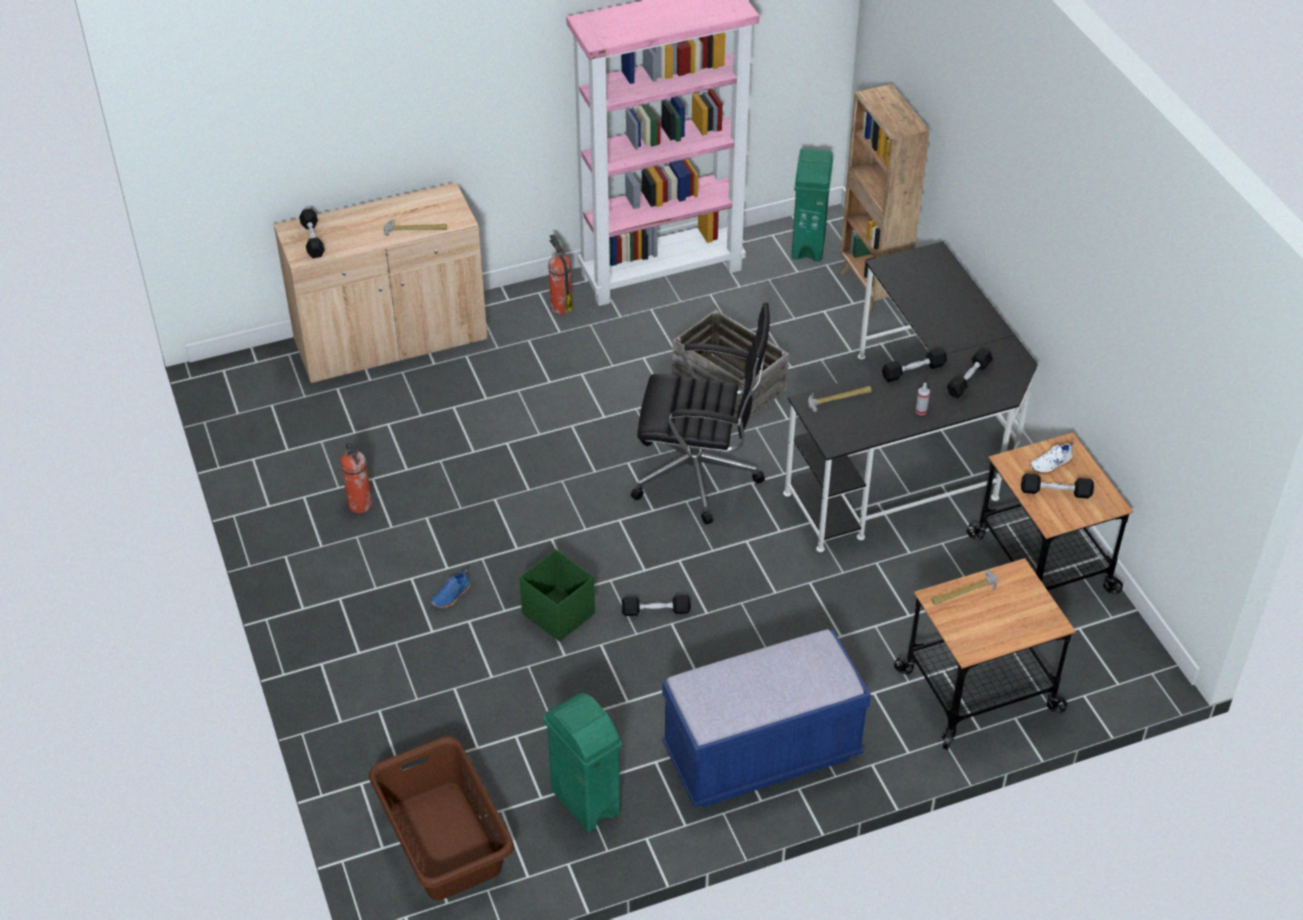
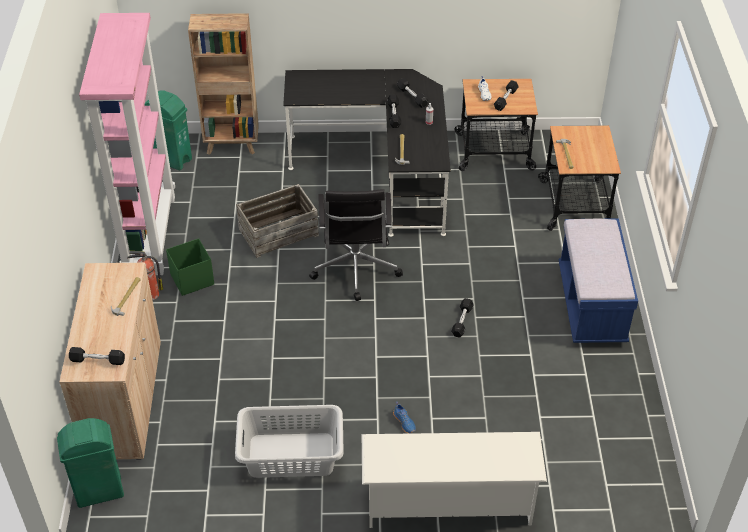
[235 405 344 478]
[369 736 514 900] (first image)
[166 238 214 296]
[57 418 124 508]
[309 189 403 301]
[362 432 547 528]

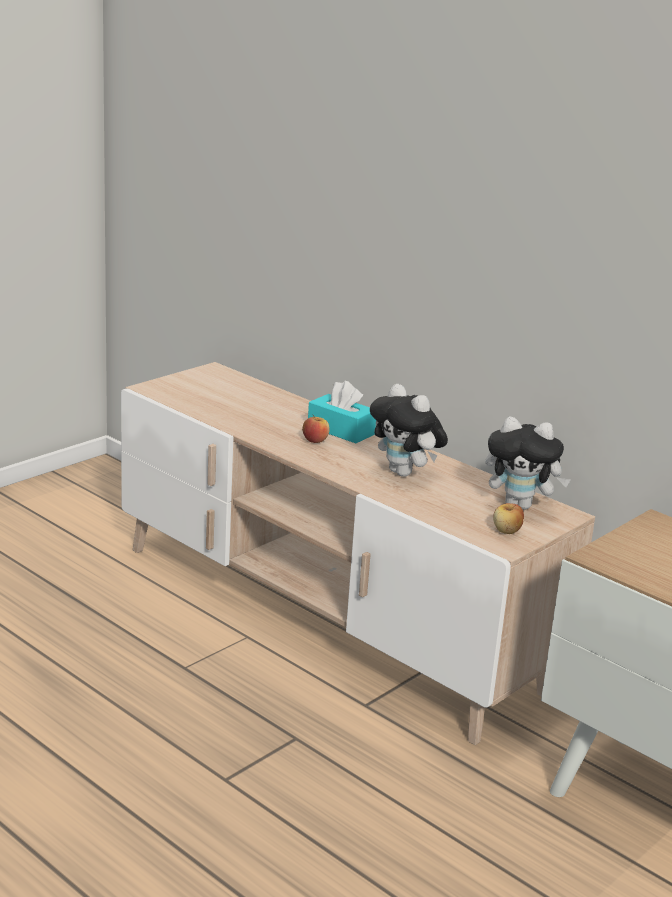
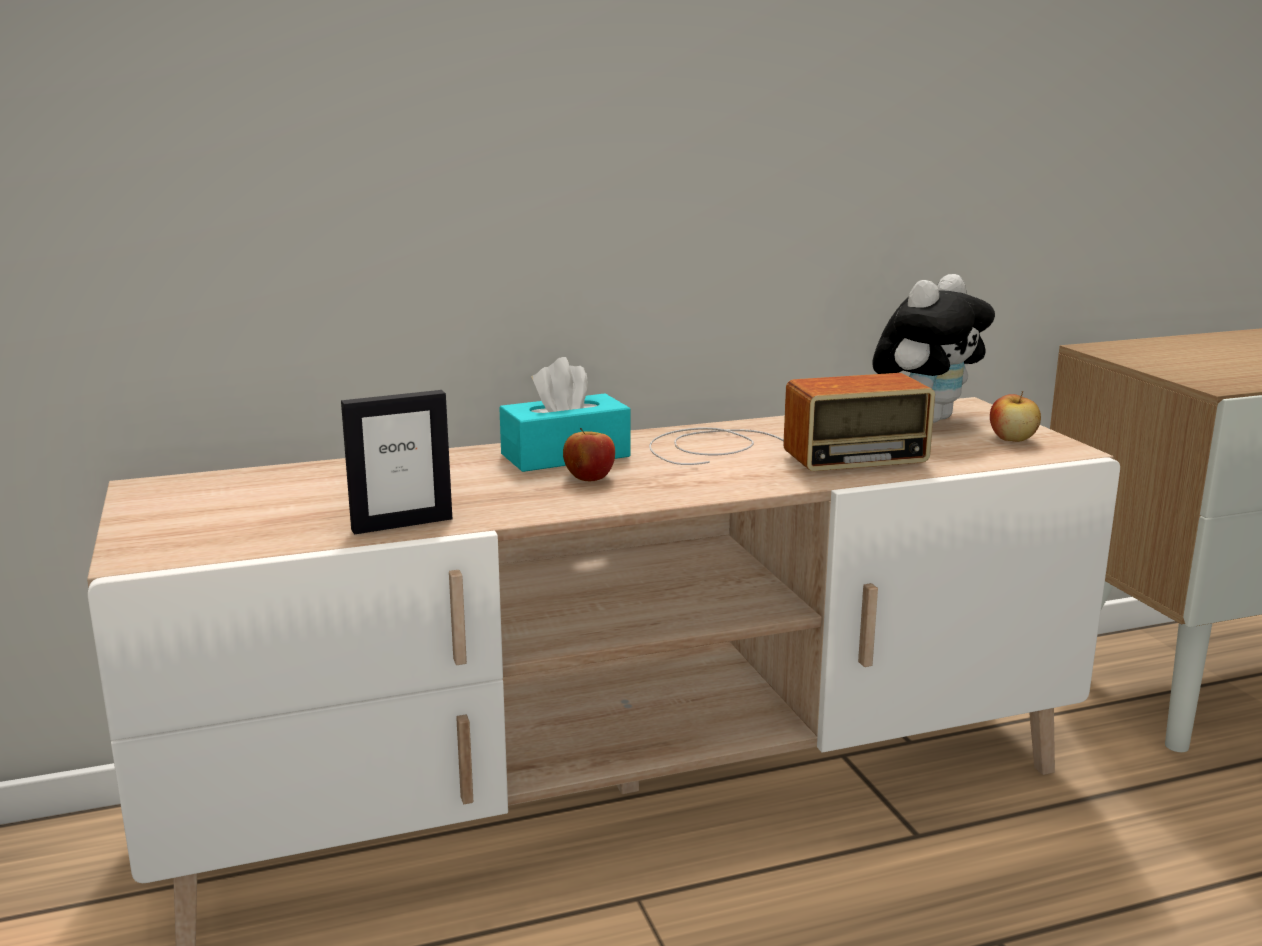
[649 373 935 471]
[341 390 452 535]

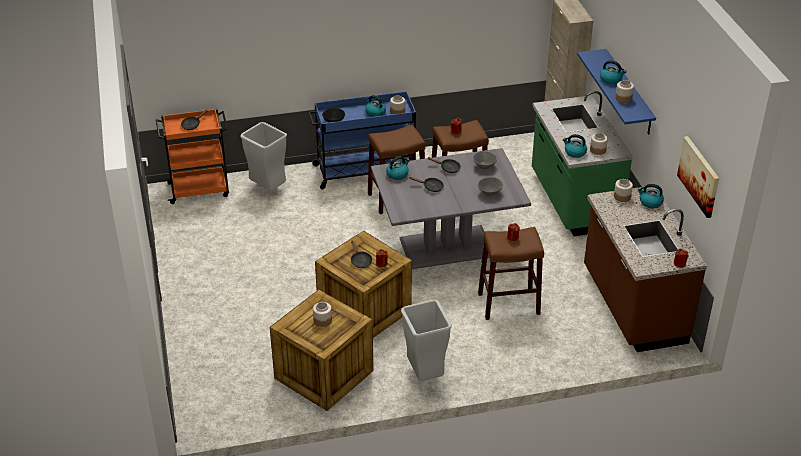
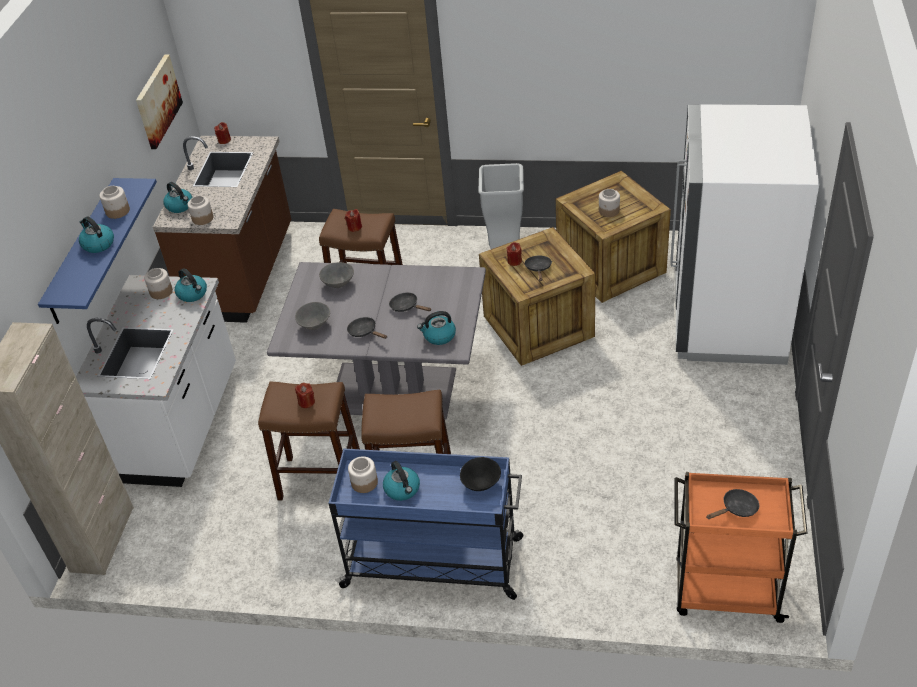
[240 122 287 190] (first image)
[76 275 236 487]
[670 104 819 365]

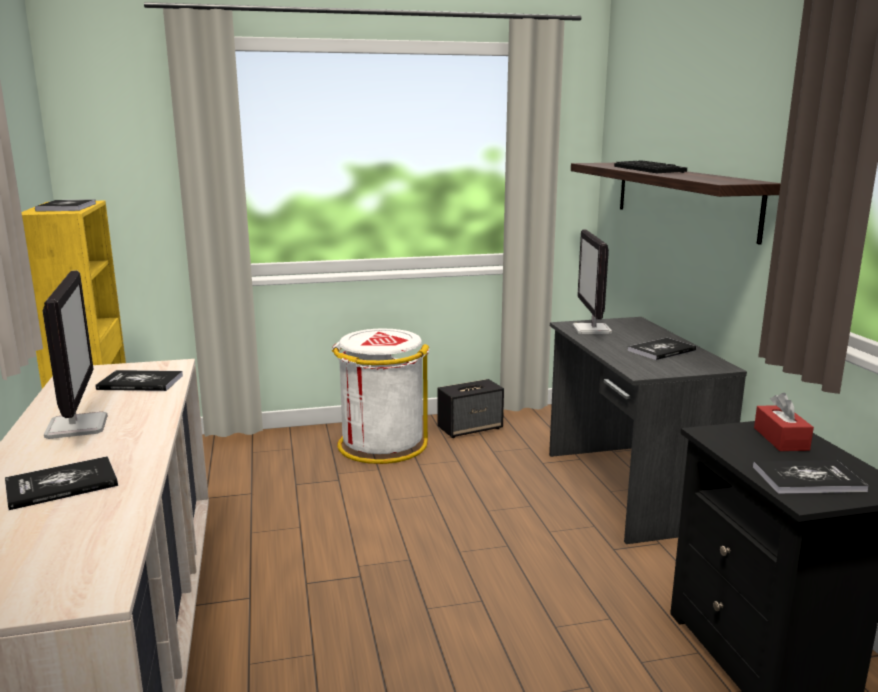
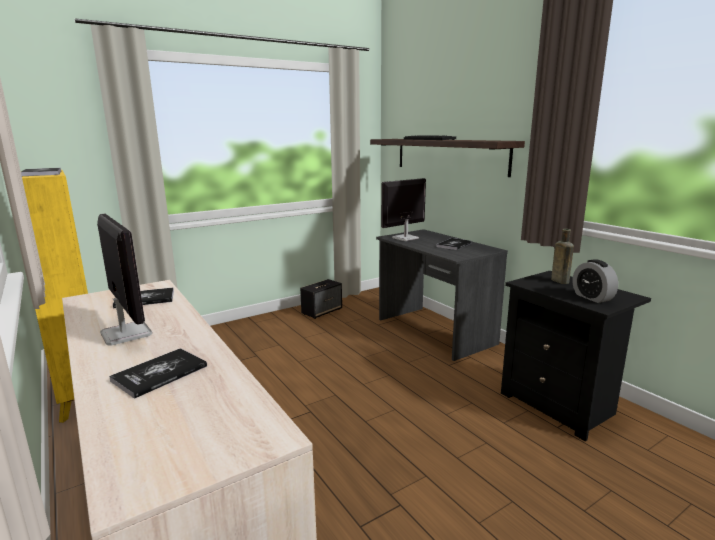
[332 329 429 464] (first image)
[381 178 426 241]
[573 259 618 303]
[551 229 574 284]

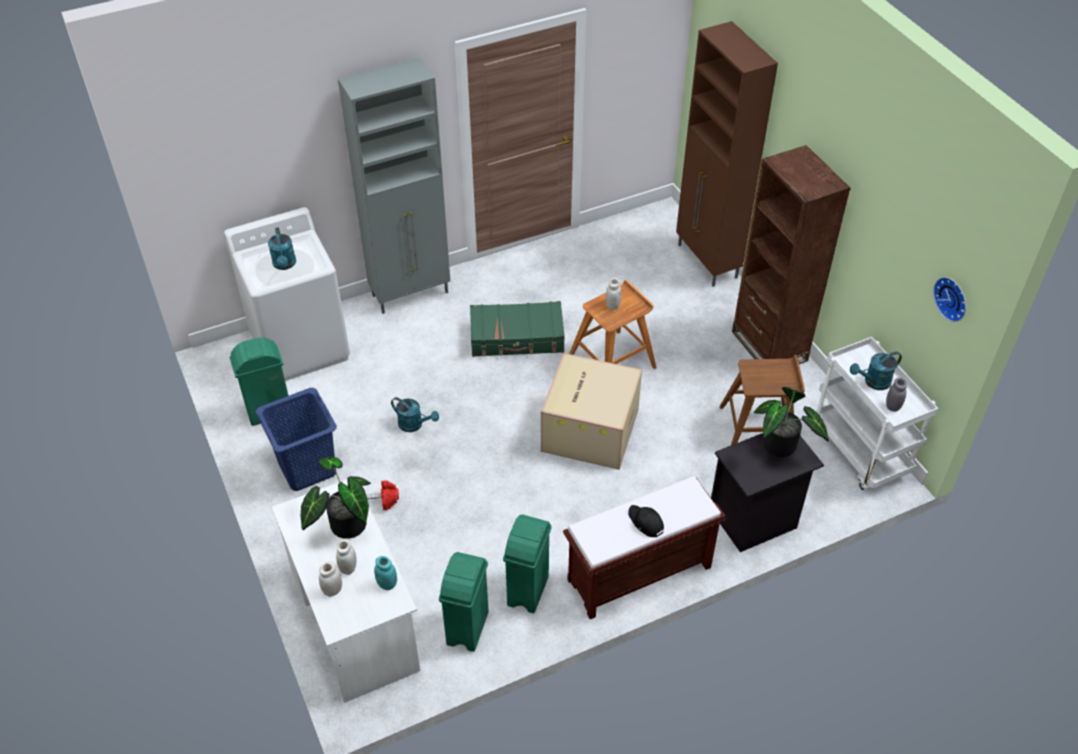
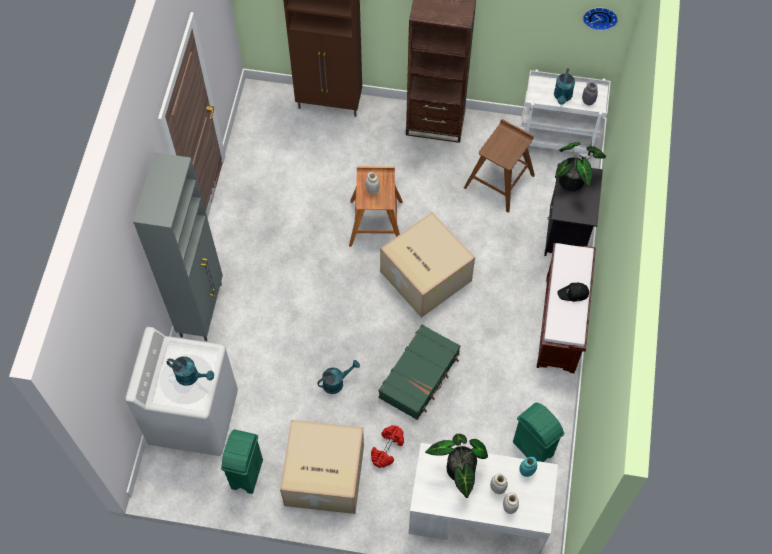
[280 420 364 514]
[379 324 460 420]
[503 515 551 613] (first image)

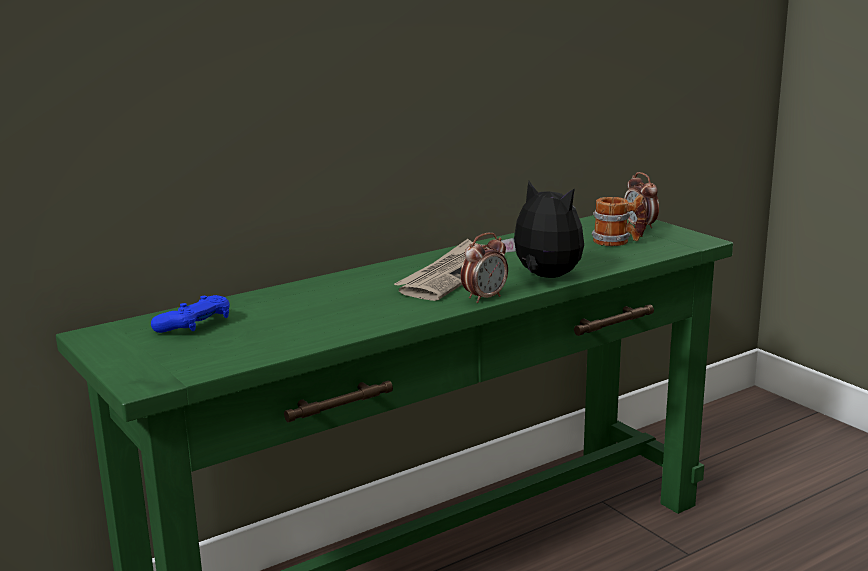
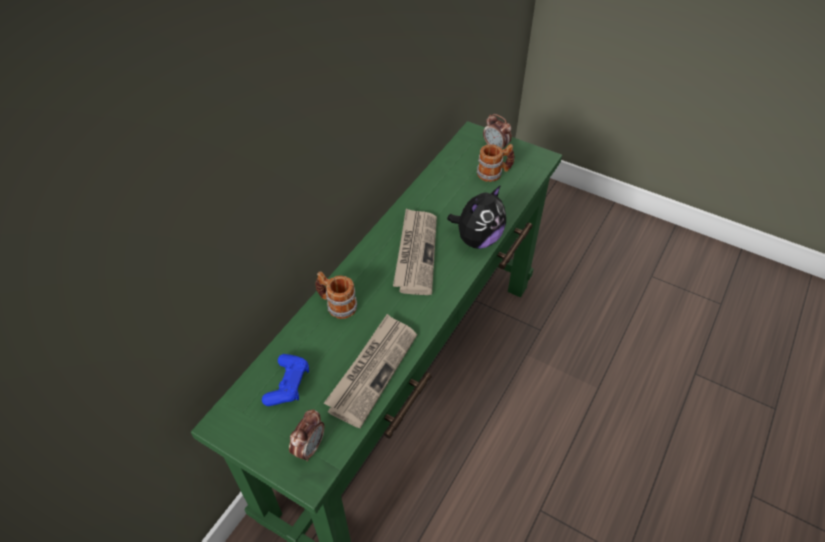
[289 409 324 462]
[447 185 506 249]
[315 271 357 319]
[324 314 417 428]

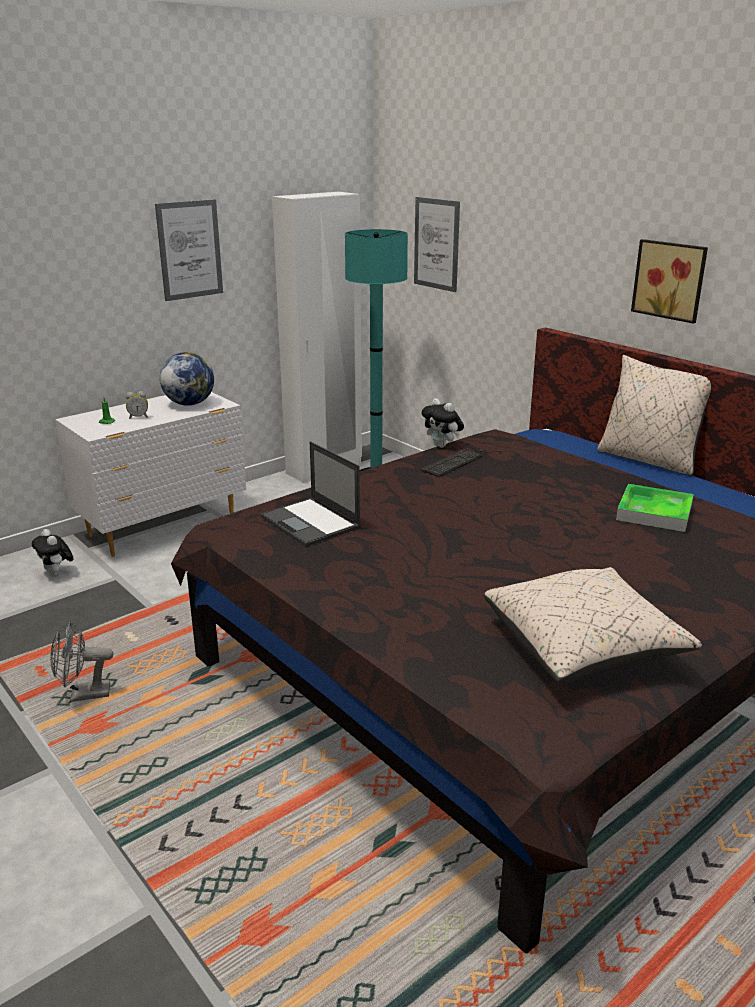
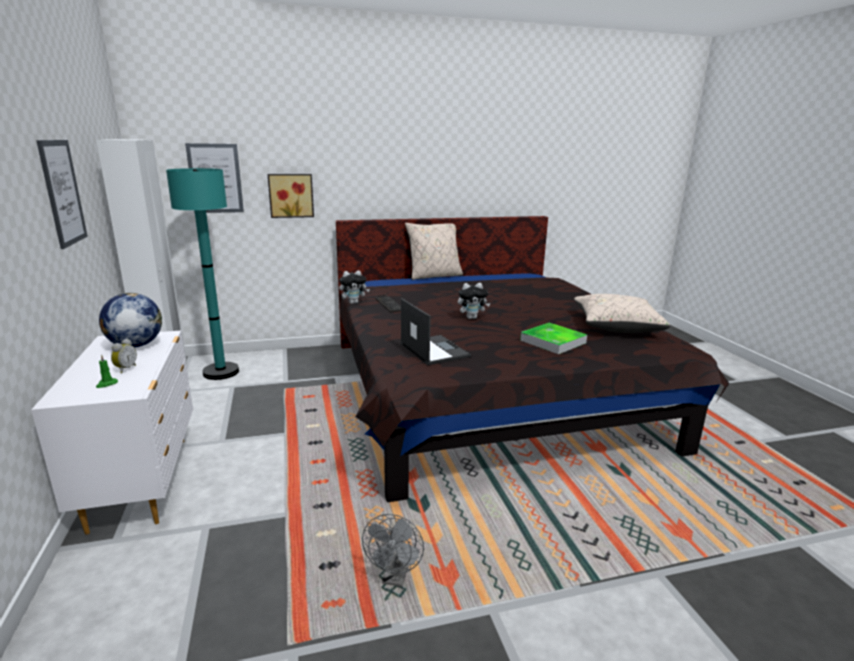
[458 283 490 319]
[400 298 471 366]
[520 323 587 354]
[268 174 314 218]

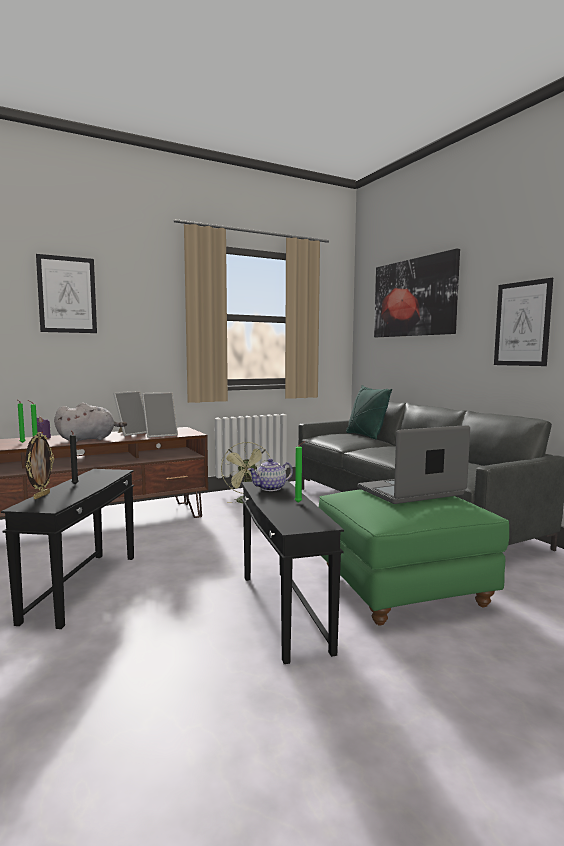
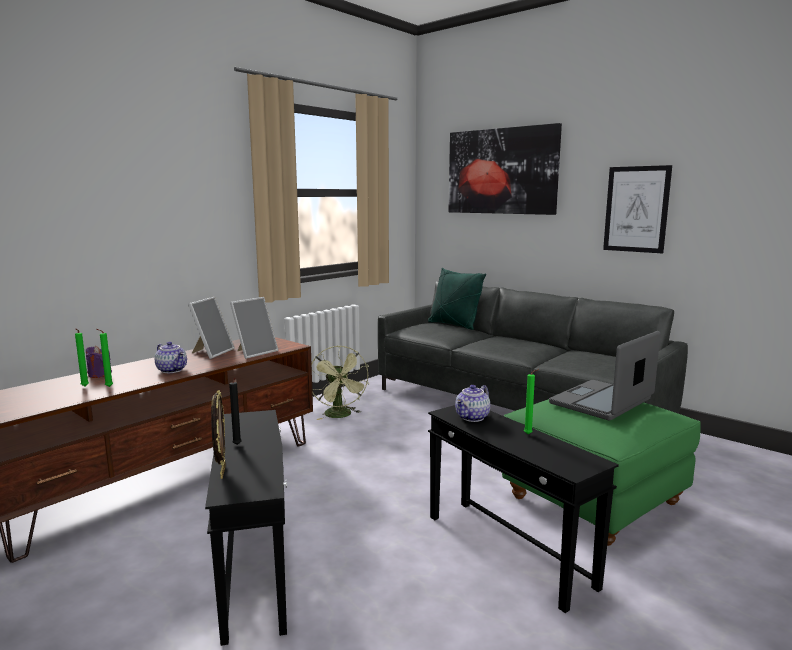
[36 254 97 333] (first image)
[154 342 187 373]

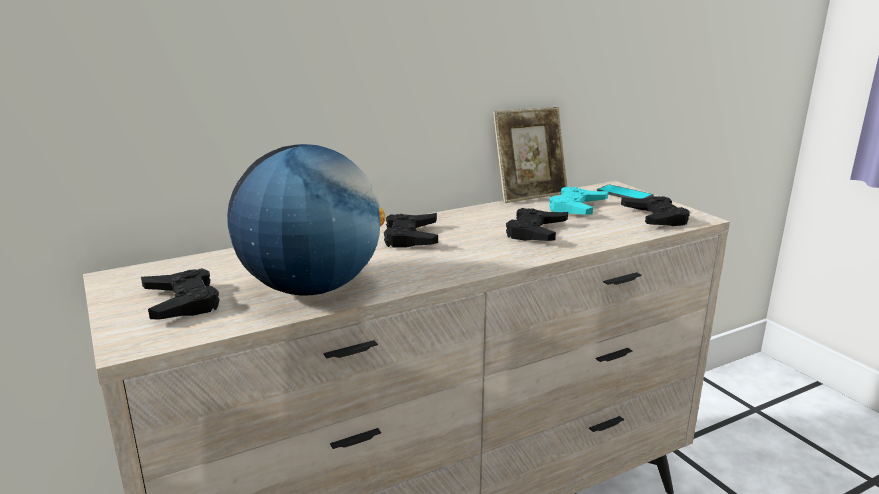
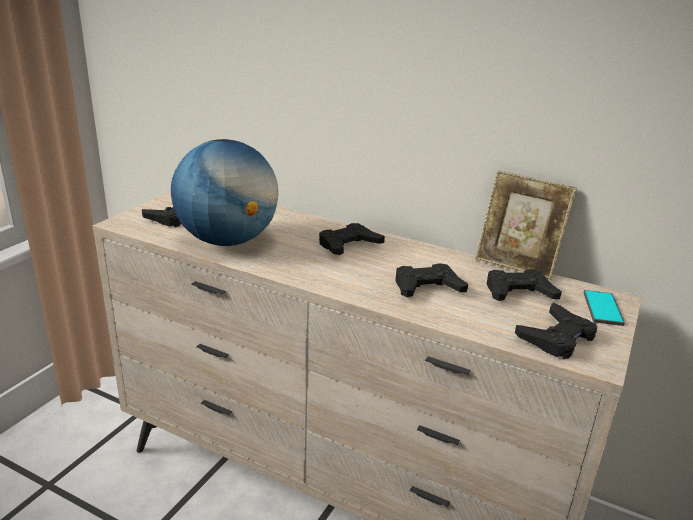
[487 269 562 301]

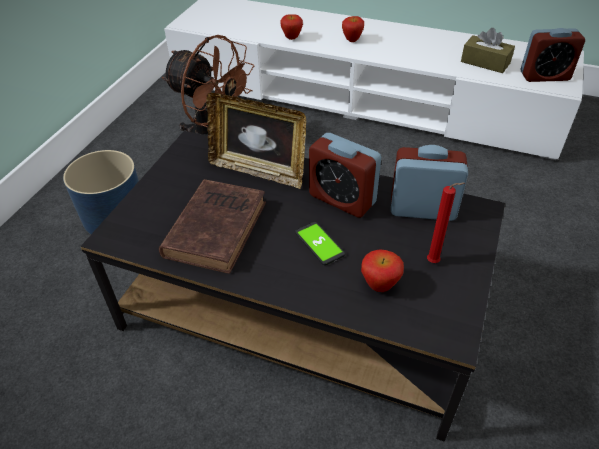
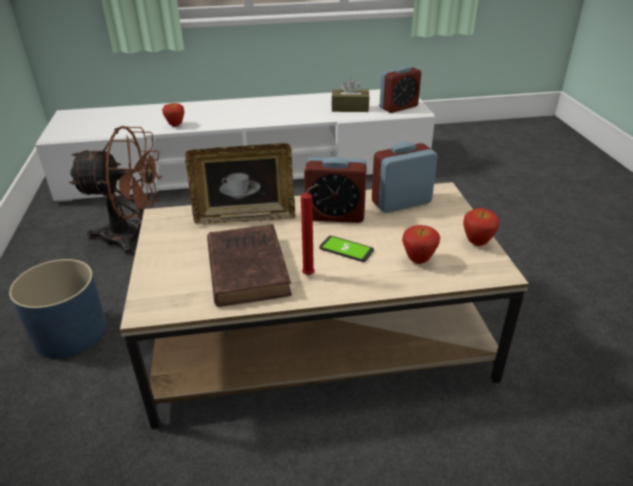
[120 182 529 429]
[463 208 499 246]
[301 184 318 275]

